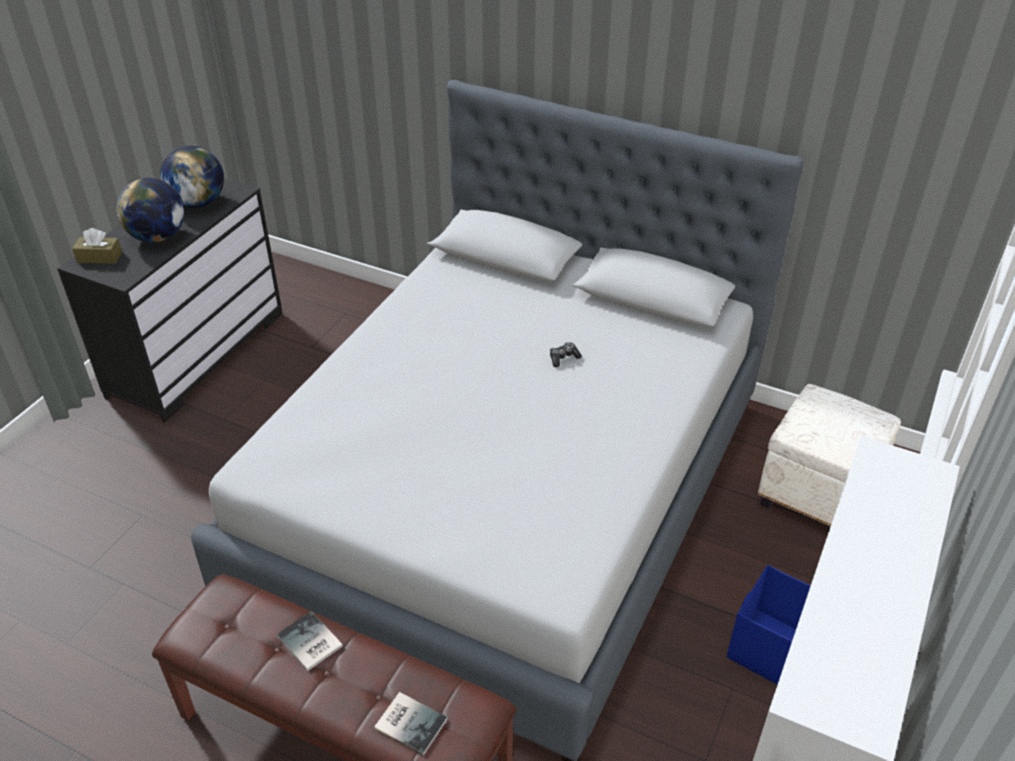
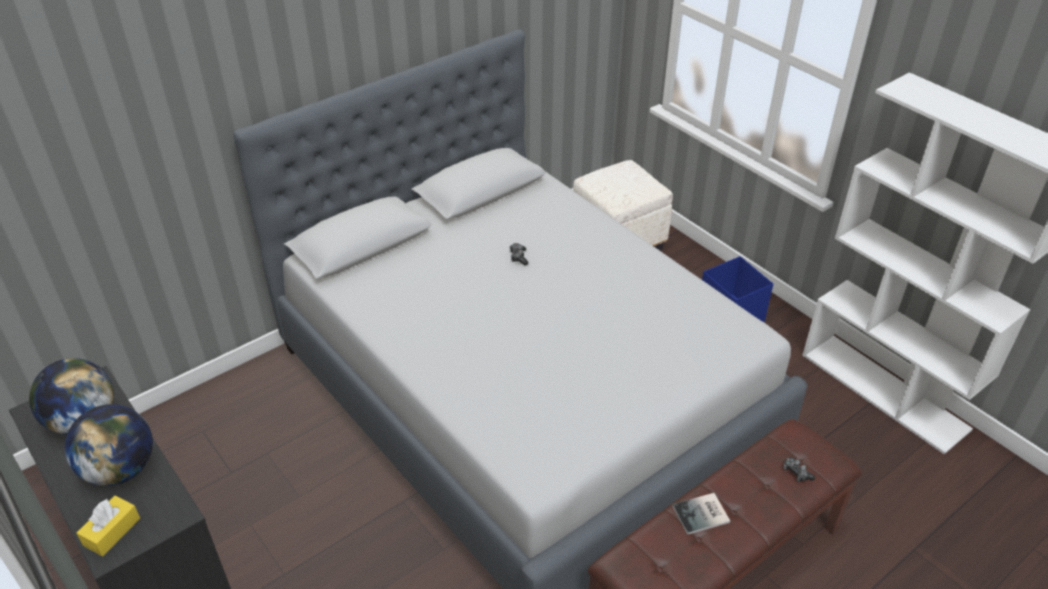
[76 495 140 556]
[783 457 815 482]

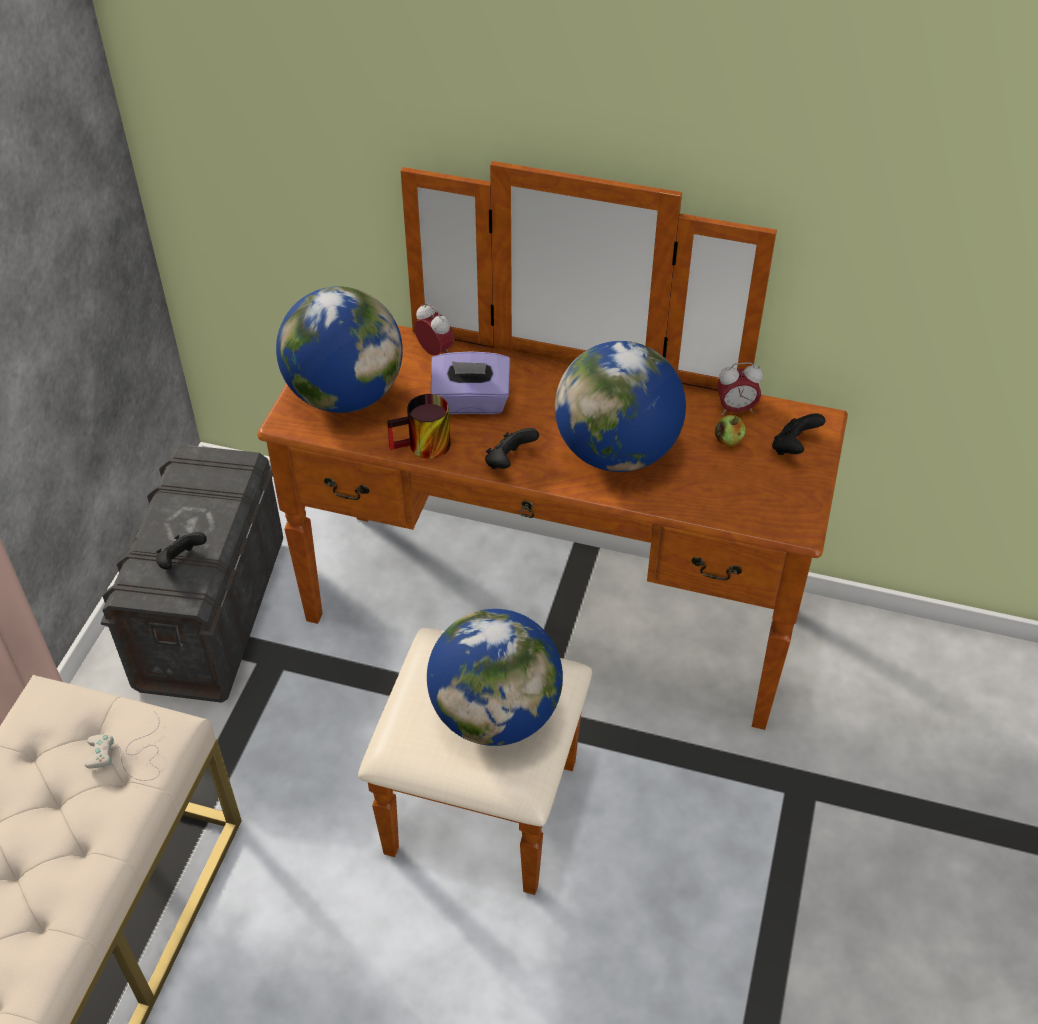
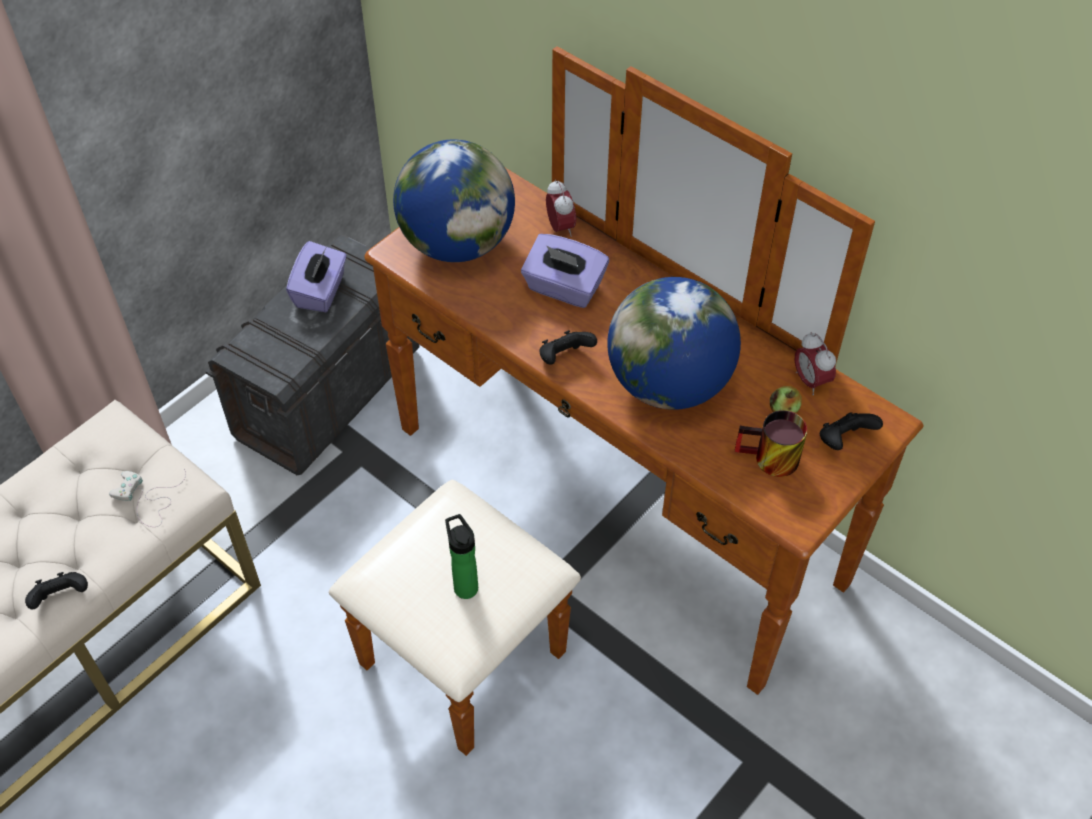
[25 572 88 609]
[734 410 808 477]
[445 514 478 599]
[795 332 836 395]
[286 241 347 312]

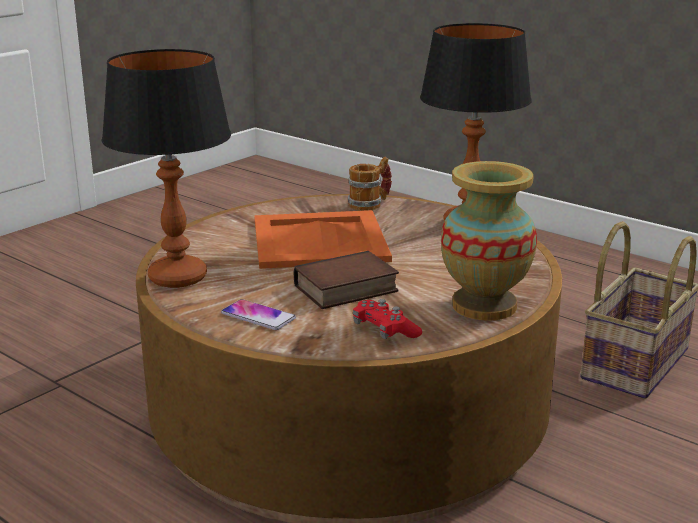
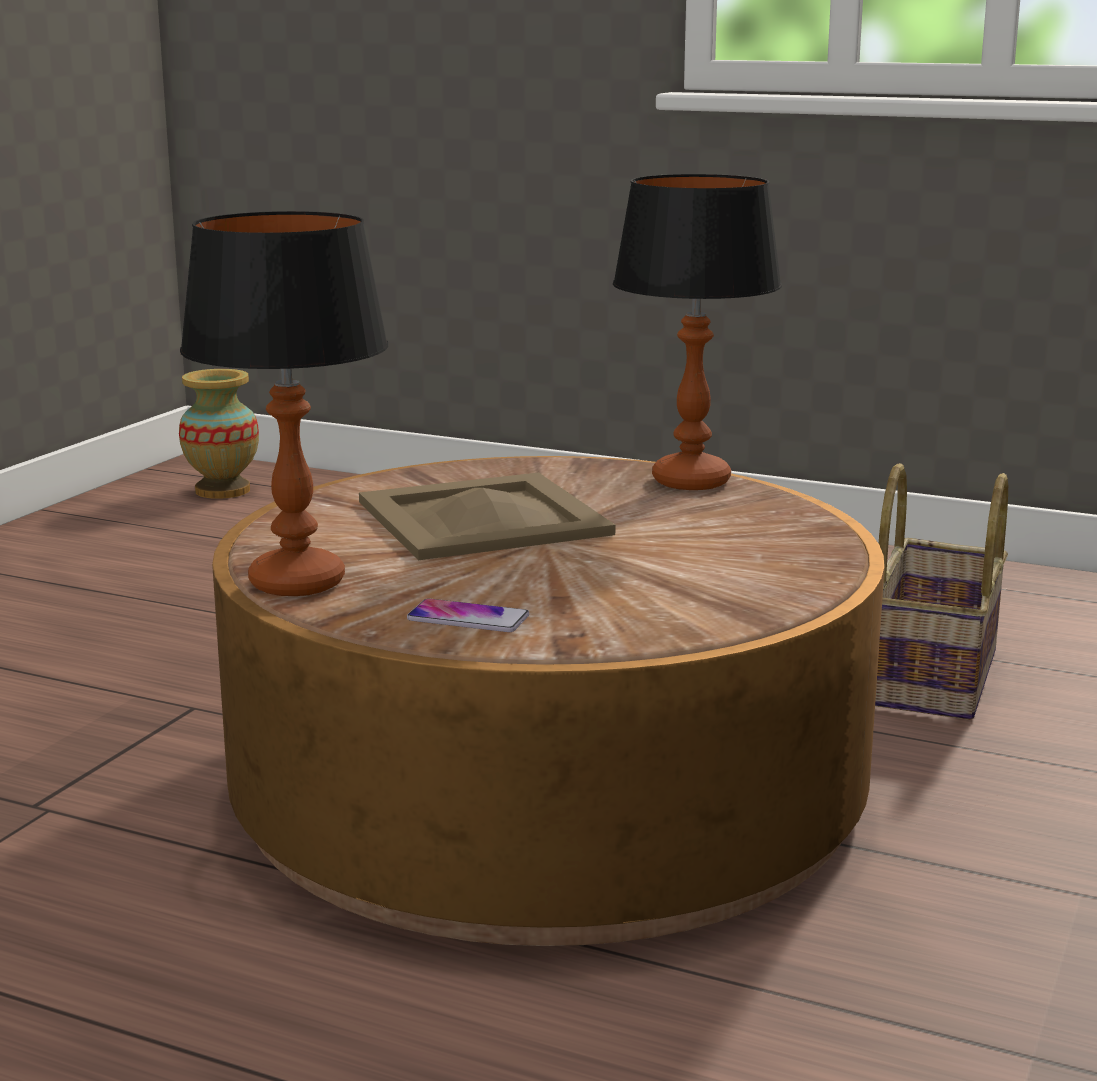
[359 472 615 560]
[294 251 399 309] (first image)
[348 157 392 211] (first image)
[353 299 422 339] (first image)
[179 369 259 499]

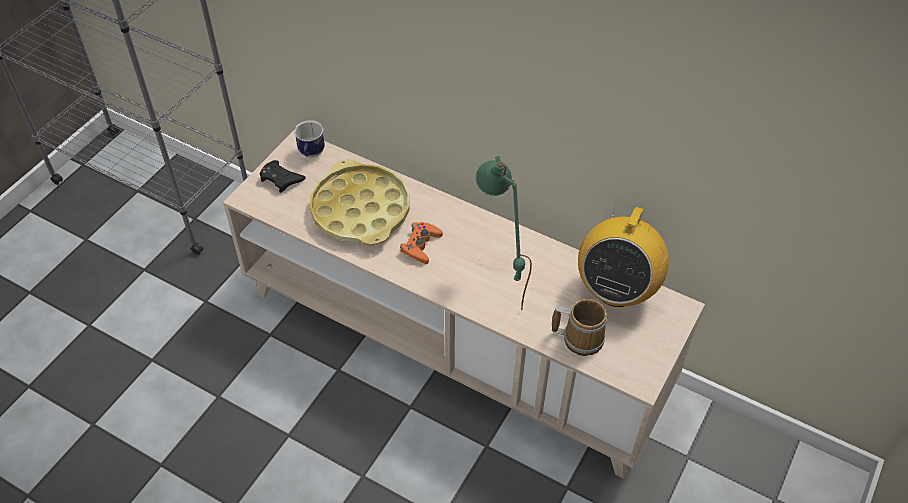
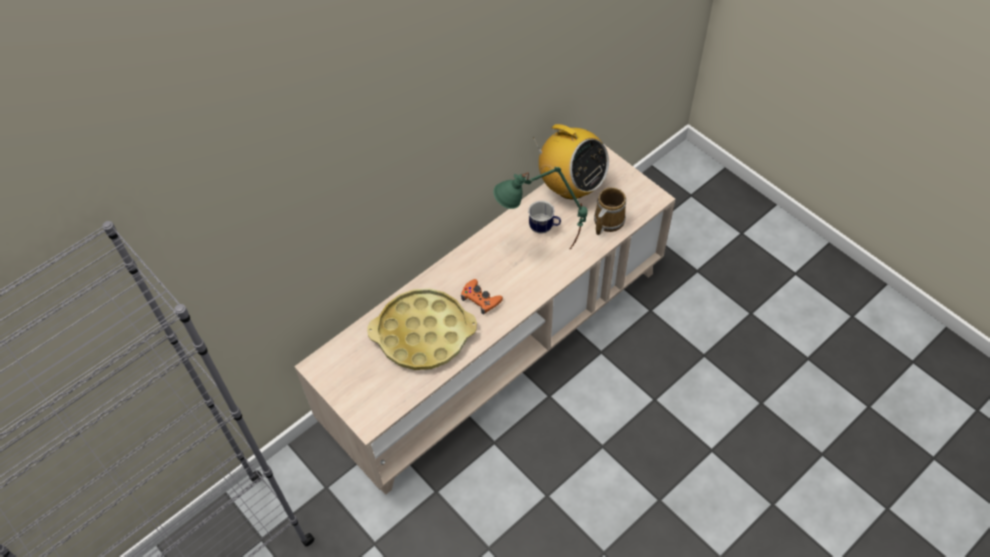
[260 160 306 193] (first image)
[528 200 561 234]

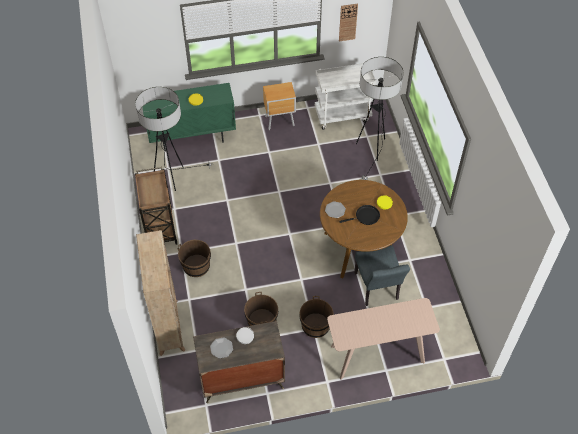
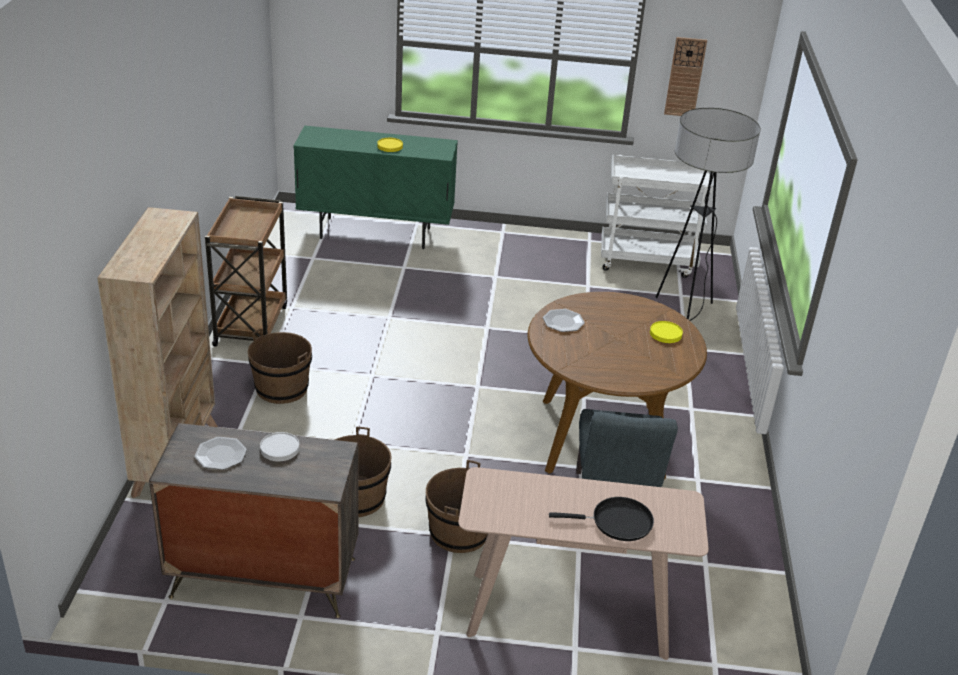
[135 87 213 191] (first image)
[263 82 296 130] (first image)
[549 497 654 541]

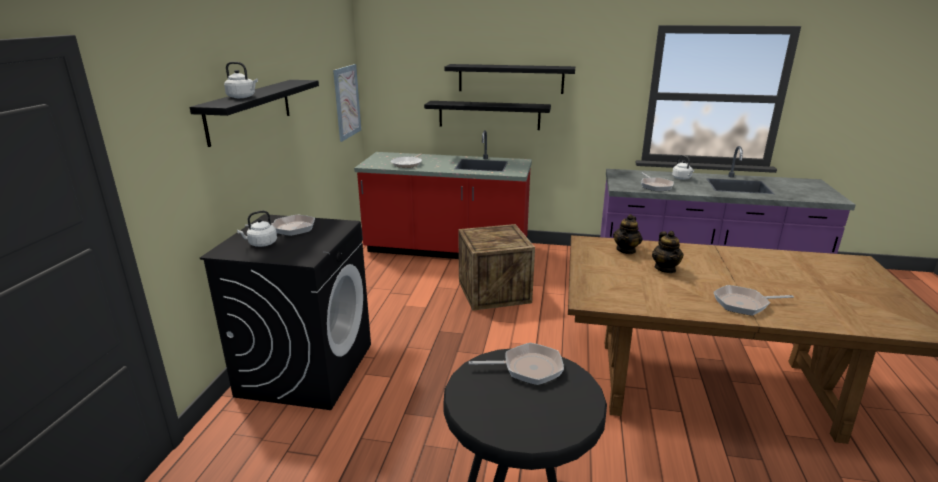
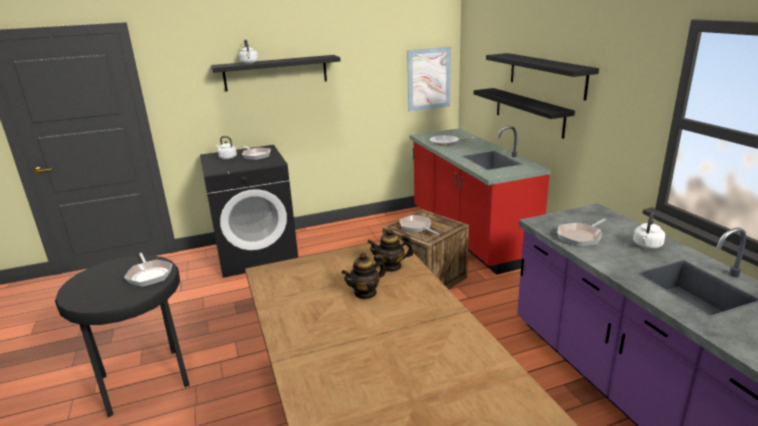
[400 215 439 235]

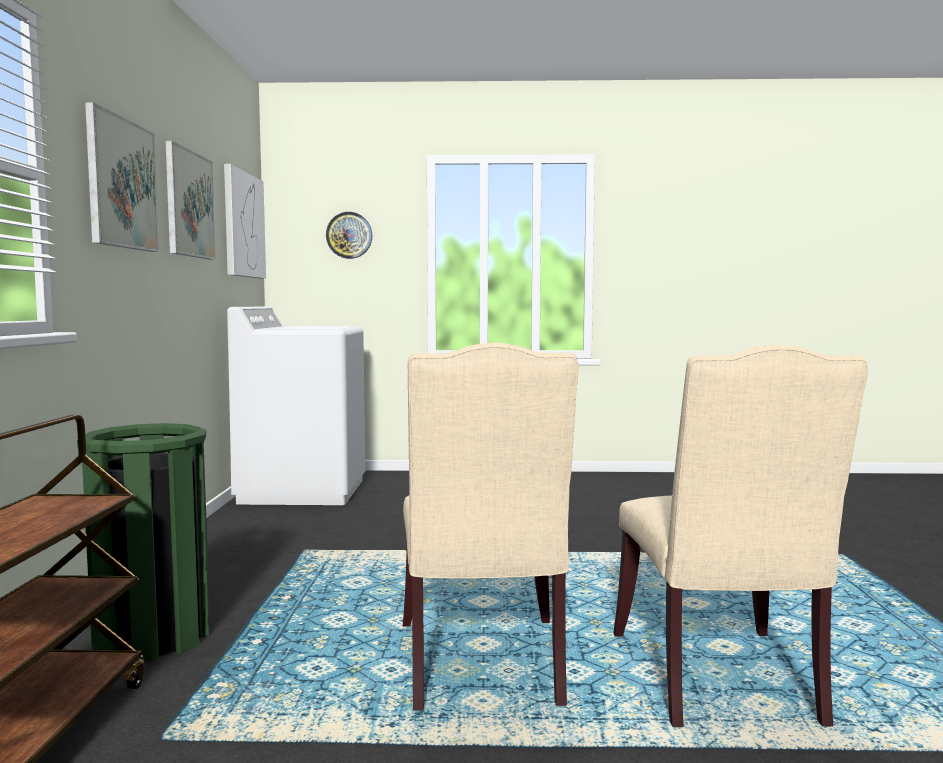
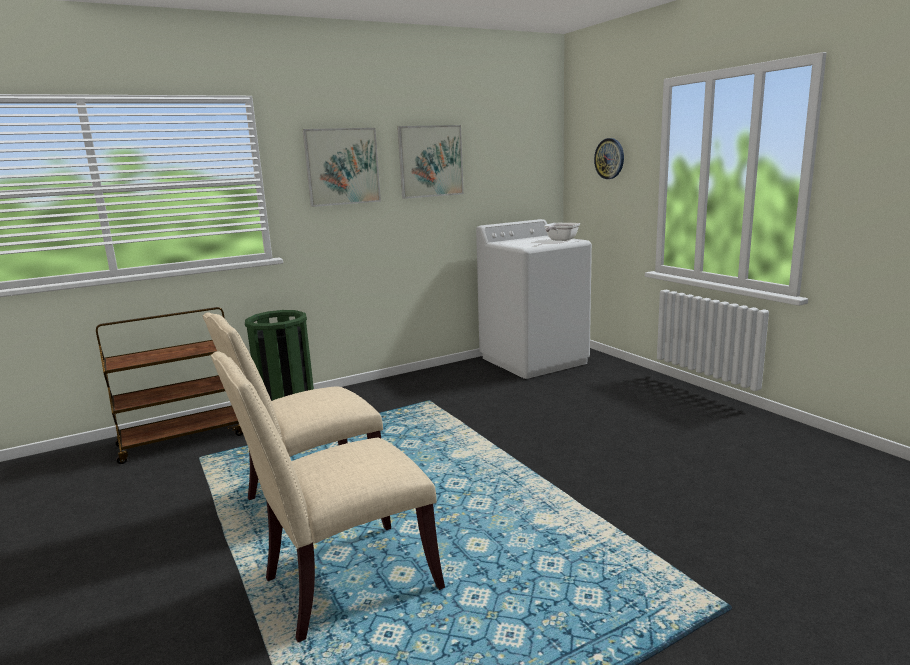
[224 164 266 278] (first image)
[544 223 580 241]

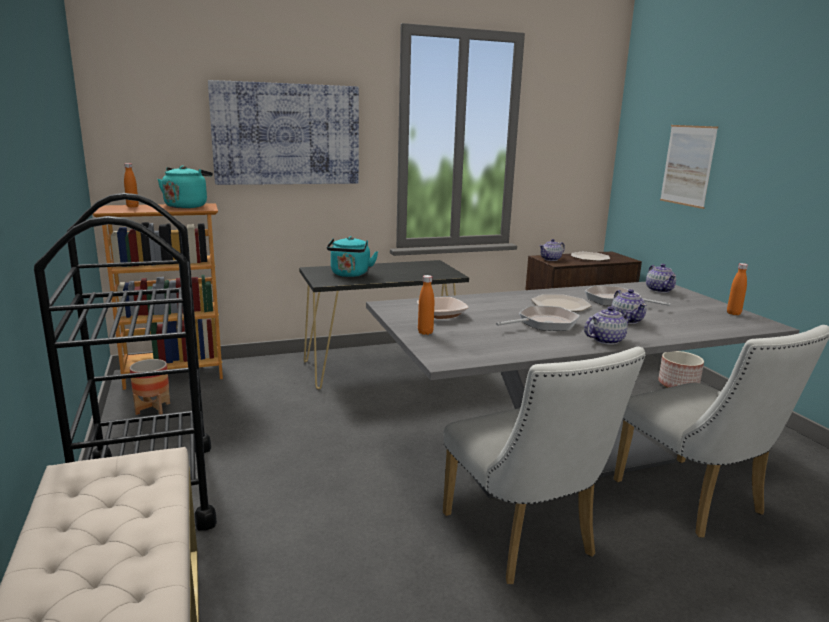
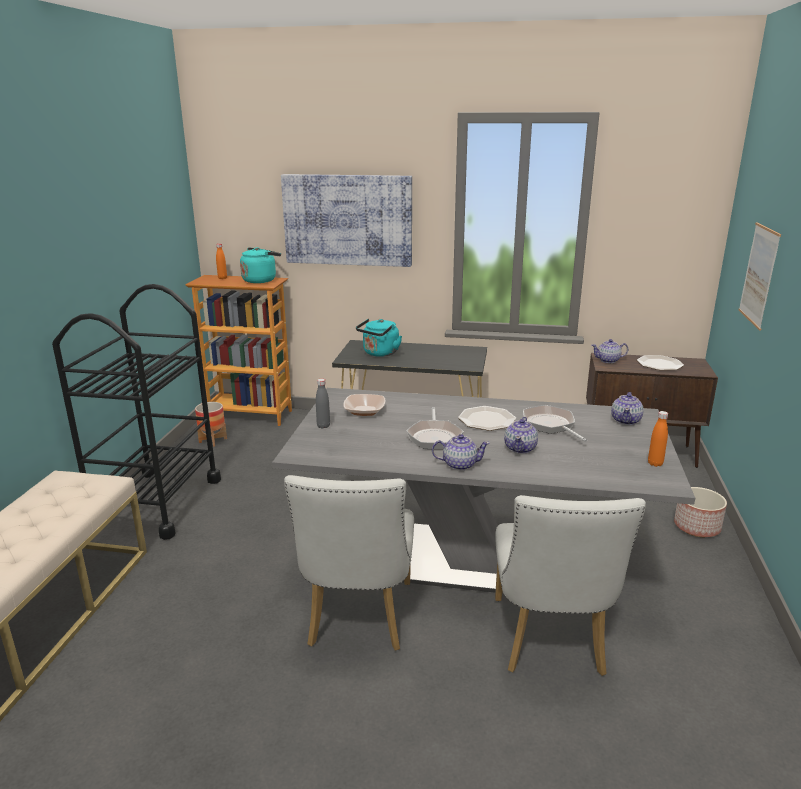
[316 379 330 429]
[406 407 464 449]

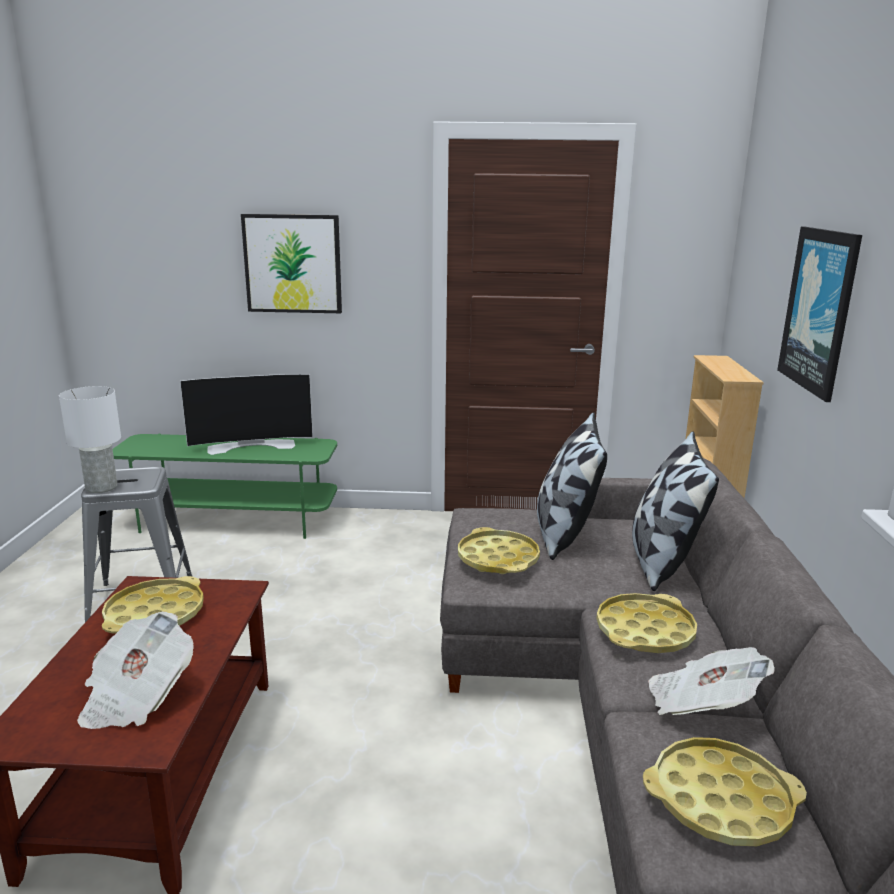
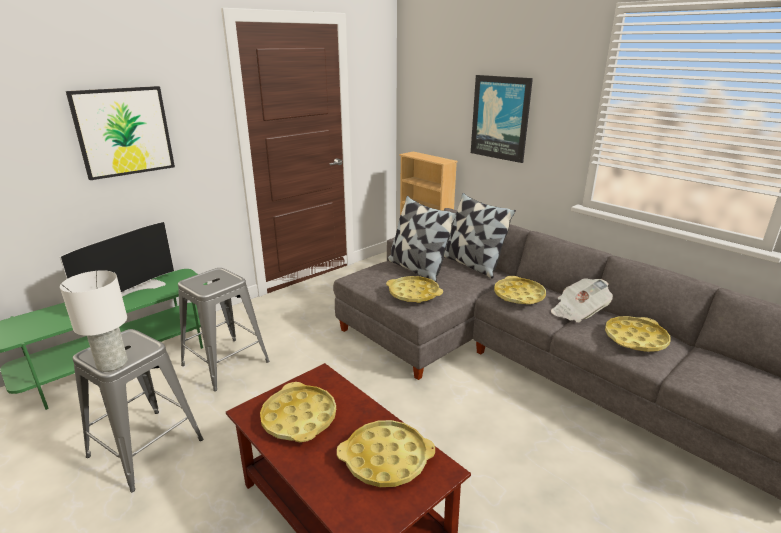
[337 420 435 487]
[178 268 270 391]

